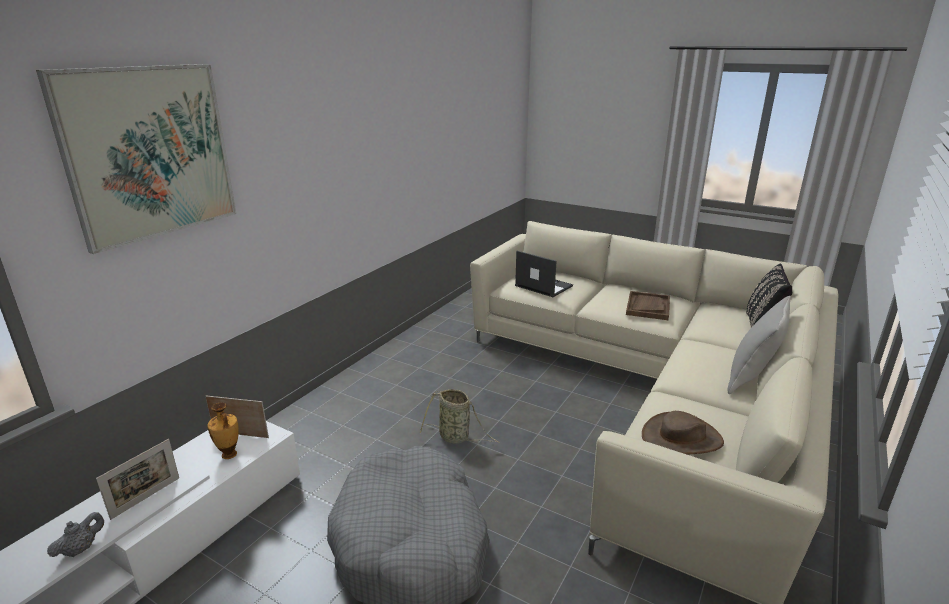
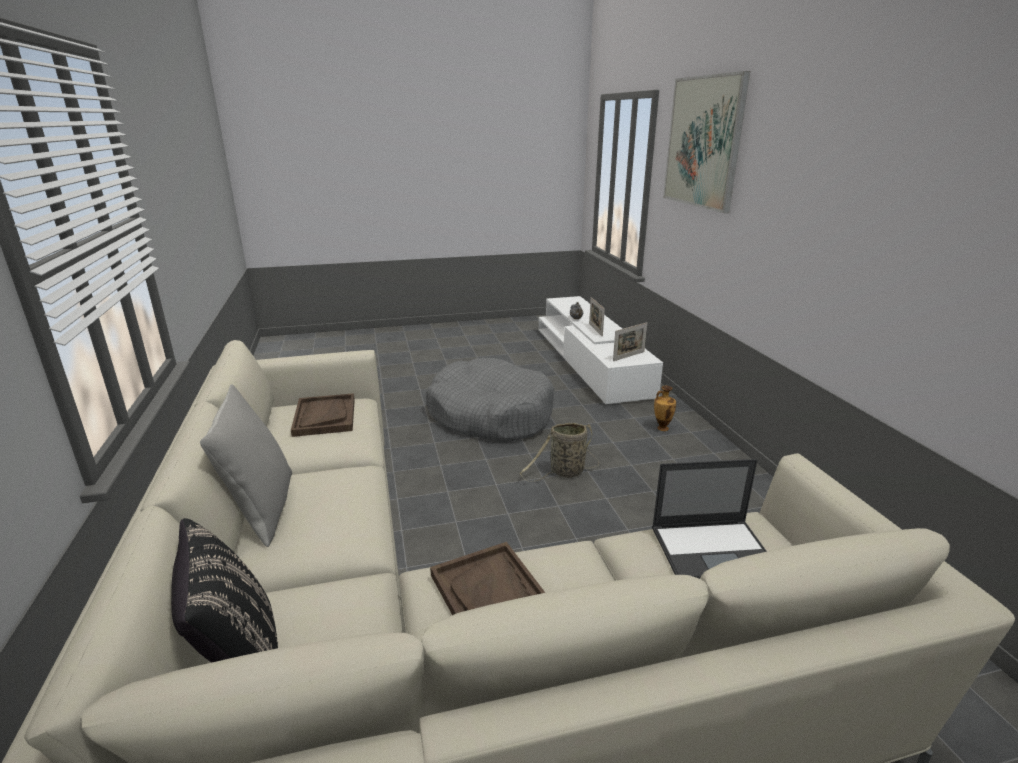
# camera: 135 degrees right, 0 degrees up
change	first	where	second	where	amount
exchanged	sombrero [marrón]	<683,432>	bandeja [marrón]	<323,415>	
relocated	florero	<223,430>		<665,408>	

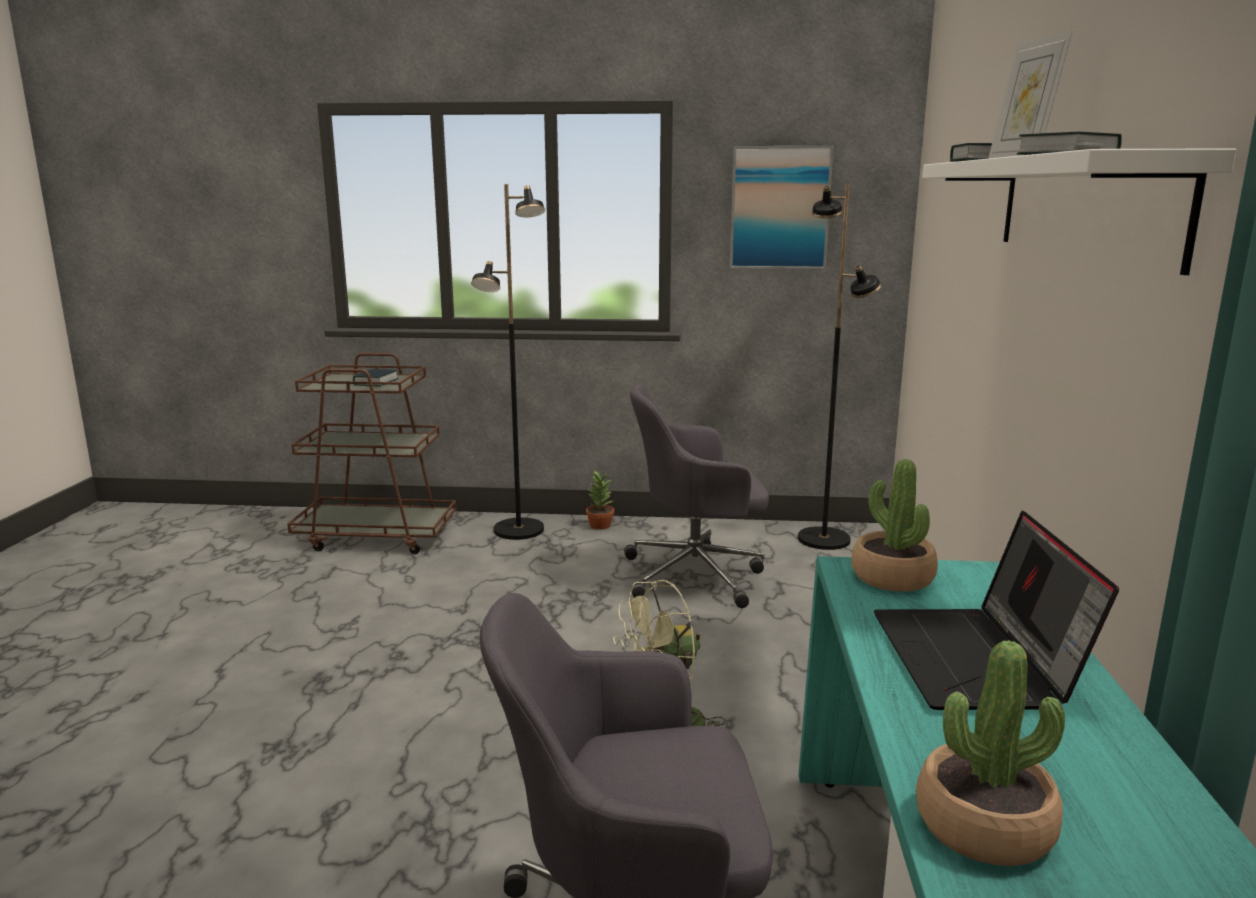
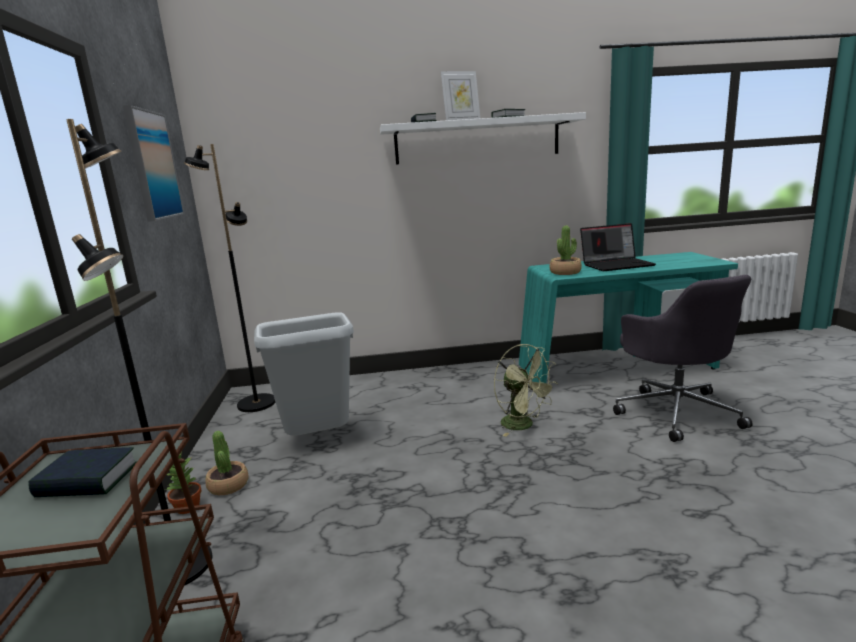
# camera: 100 degrees left, 0 degrees up
change	first	where	second	where	amount
relocated	planta en maceta	<990,753>		<226,463>	
exchanged	silla de oficina [gris]	<696,496>	papelera [gris]	<304,374>	

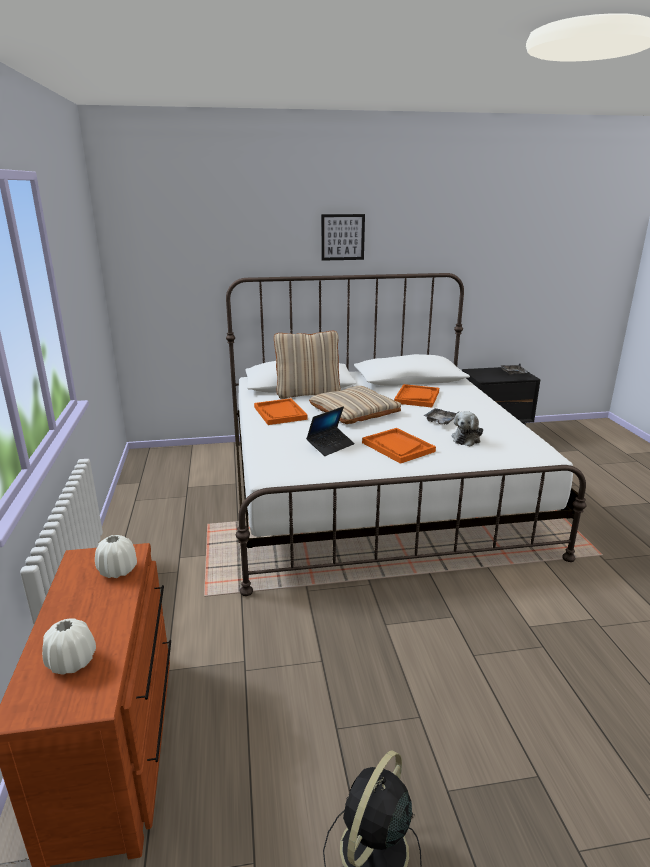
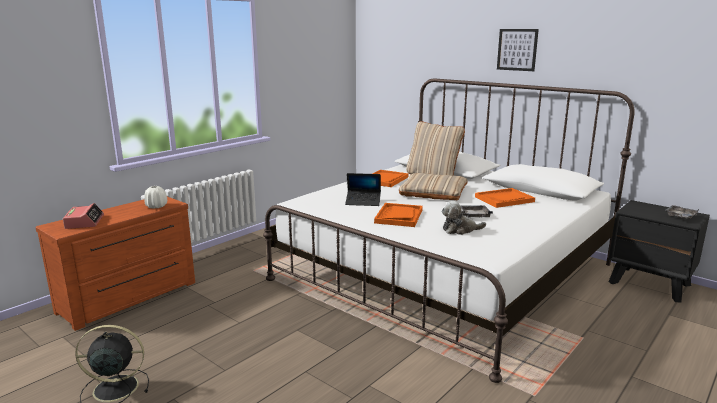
# camera: 50 degrees right, 5 degrees down
change	first	where	second	where	amount
exchanged	florero [blanco]	<69,646>	despertador	<83,216>	

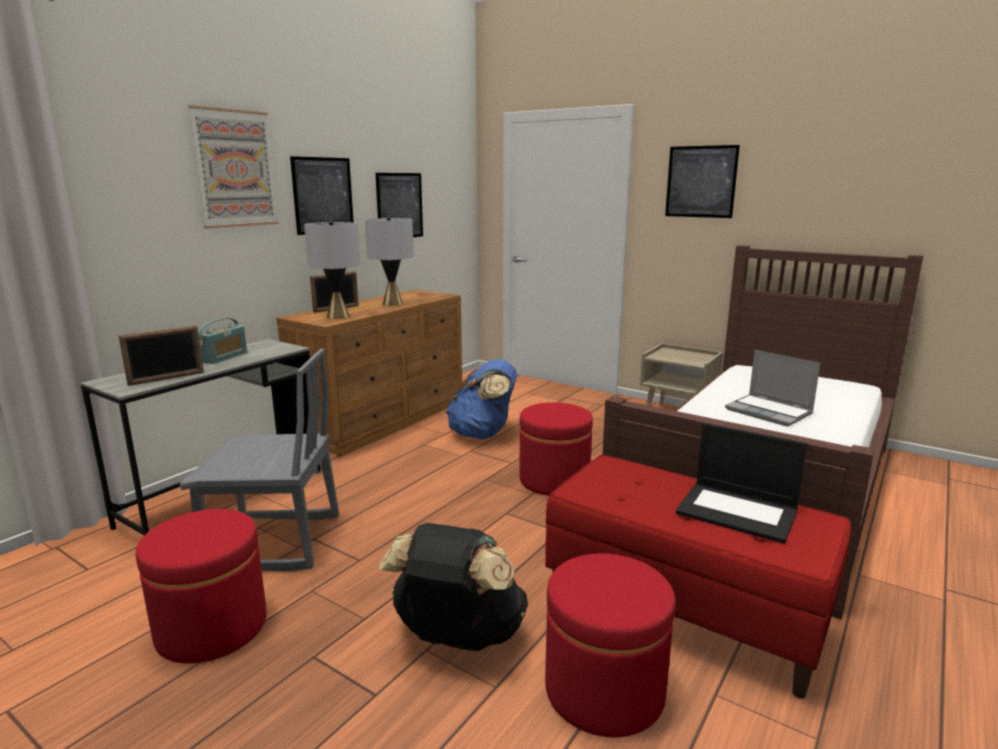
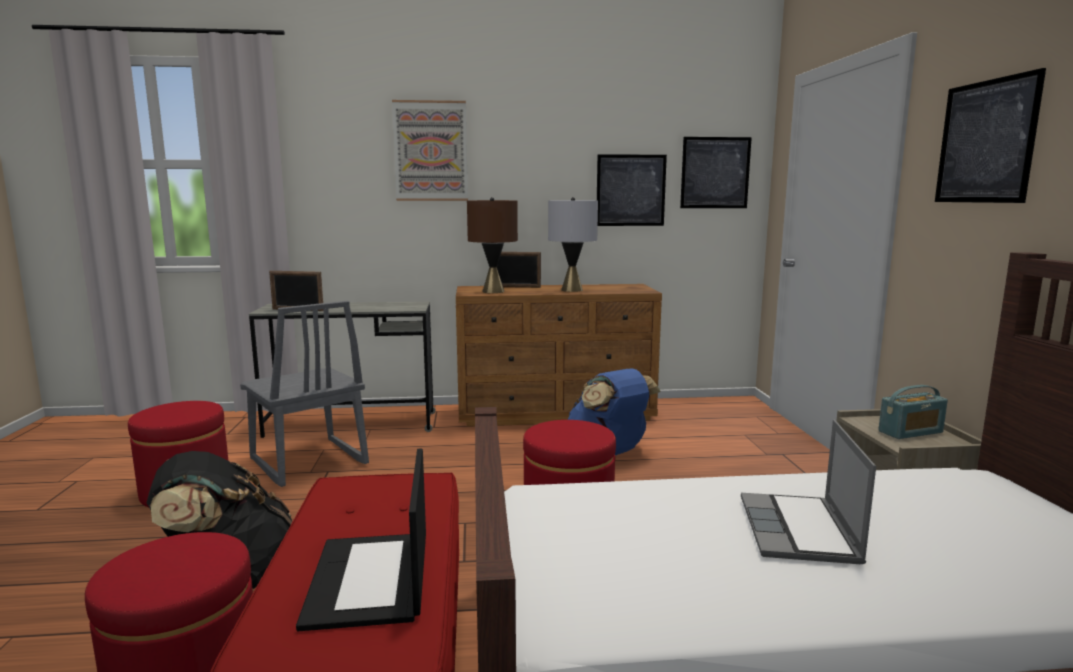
# camera: 50 degrees right, 5 degrees down
change	first	where	second	where	amount
colour	lámpara de mesa [gris]	<332,269>	lámpara de mesa [marrón]	<492,245>	
relocated	cuadro	<322,195>		<716,172>	
relocated	radio	<222,341>		<913,412>	

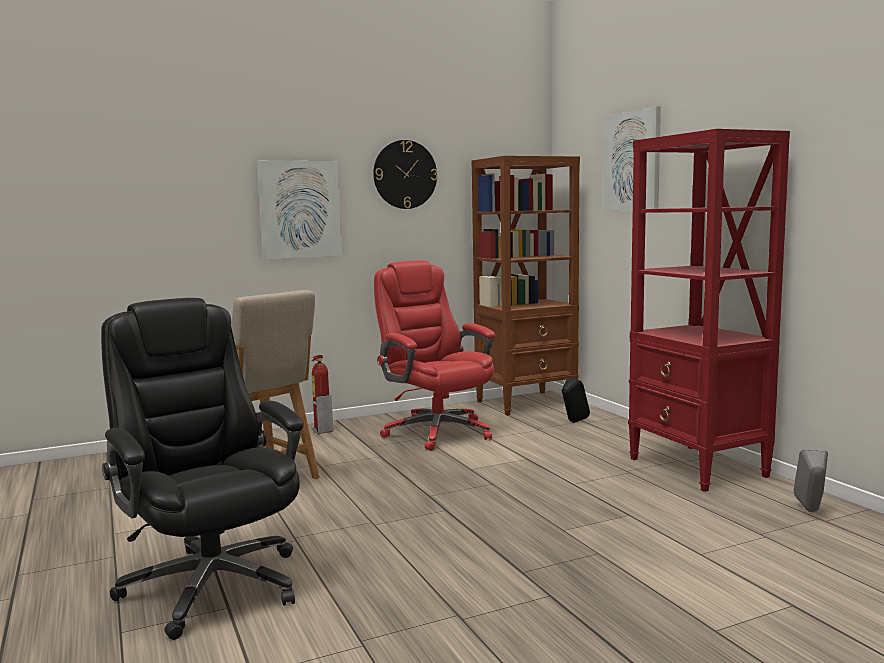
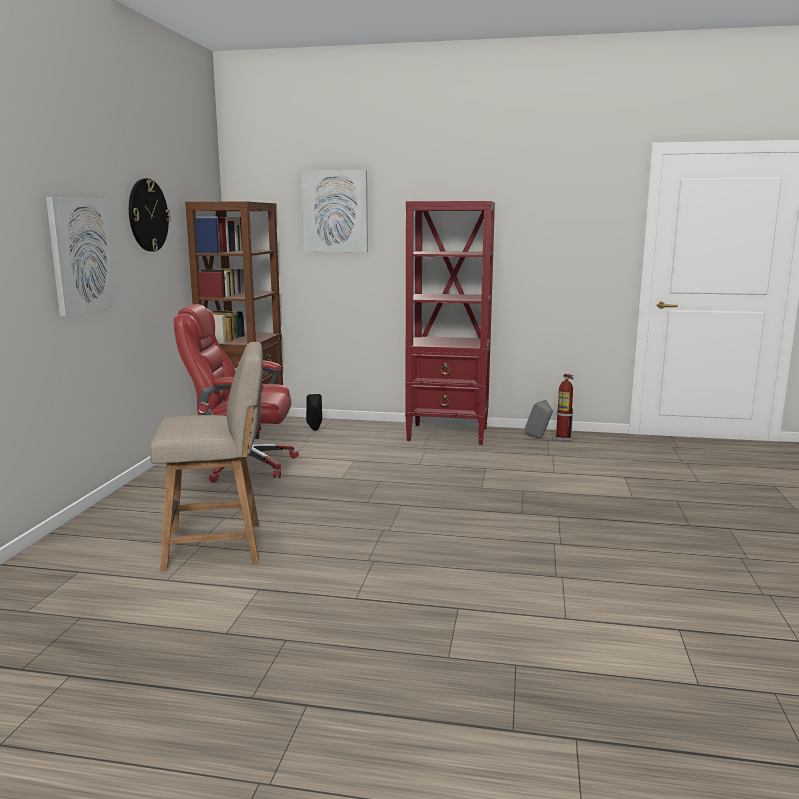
# camera: 55 degrees left, 5 degrees up
change	first	where	second	where	amount
relocated	extintor	<322,394>		<564,407>	
missing	silla de oficina [negro]	<202,469>			

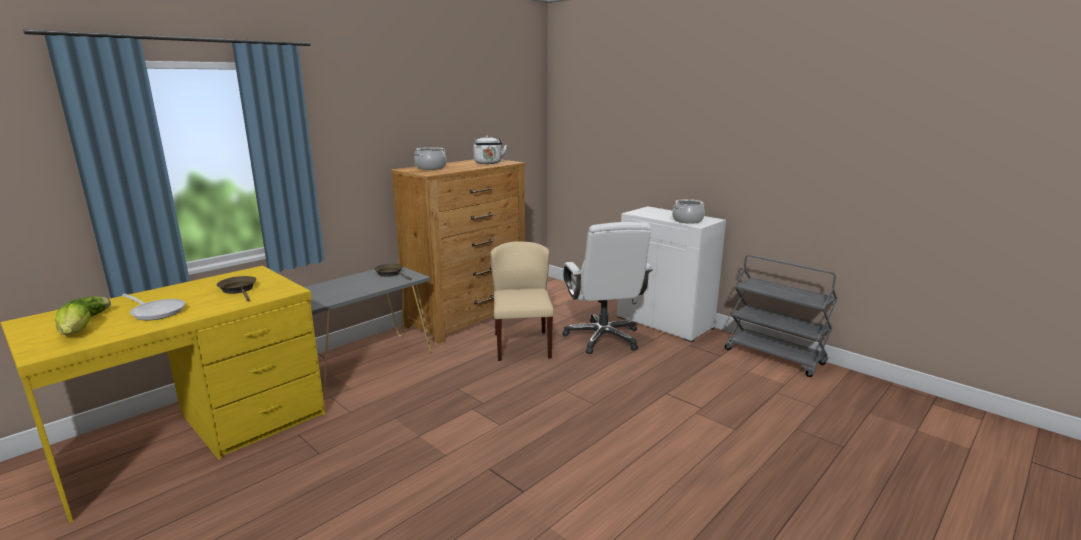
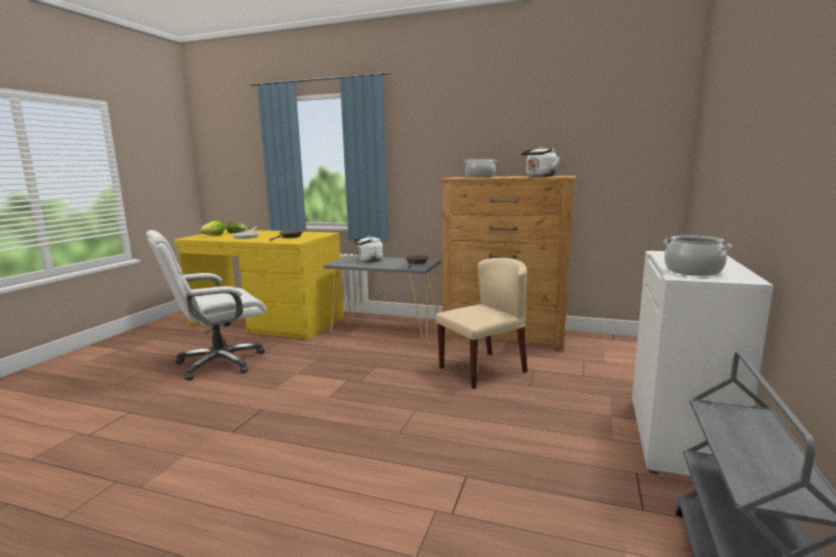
# camera: 65 degrees right, 5 degrees down
change	first	where	second	where	amount
relocated	silla de oficina [blanco]	<607,288>		<206,305>	
appeared			hervidor [blanco]	<368,249>	

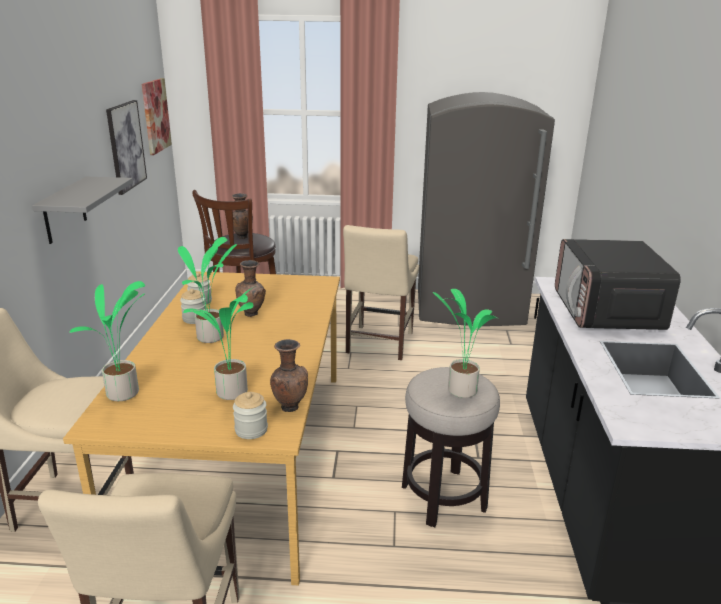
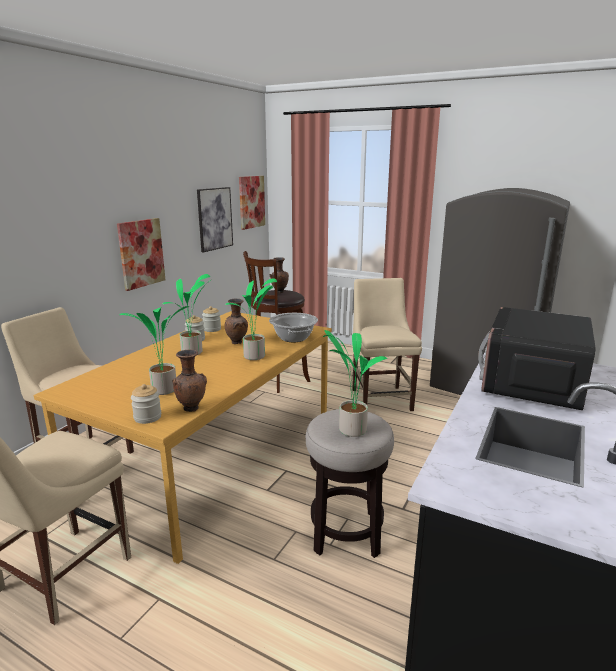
# camera: 25 degrees right, 5 degrees down
change	first	where	second	where	amount
exchanged	estante [gris]	<82,210>	cuadro	<141,254>	
relocated	planta en maceta	<107,341>		<251,319>	
appeared			olla	<293,327>	
spun	silla [beis]	<381,292>		<387,344>	135 degrees clockwise

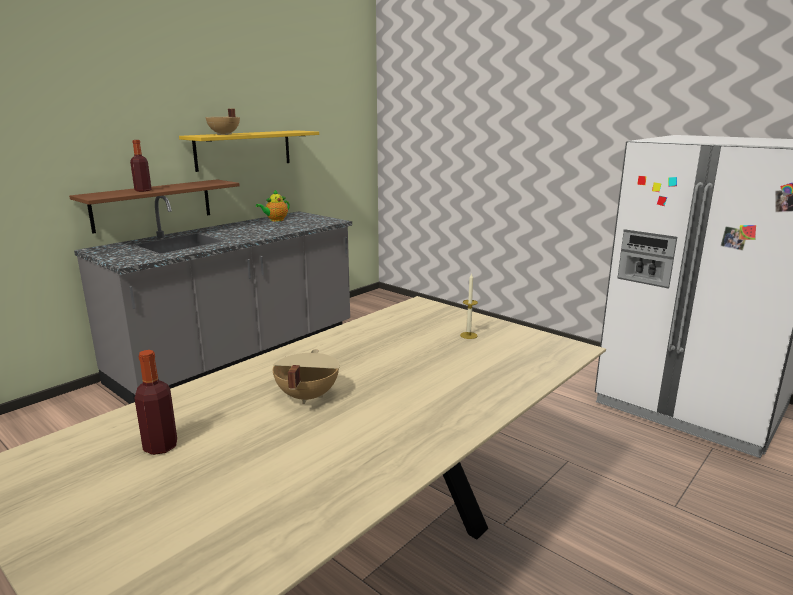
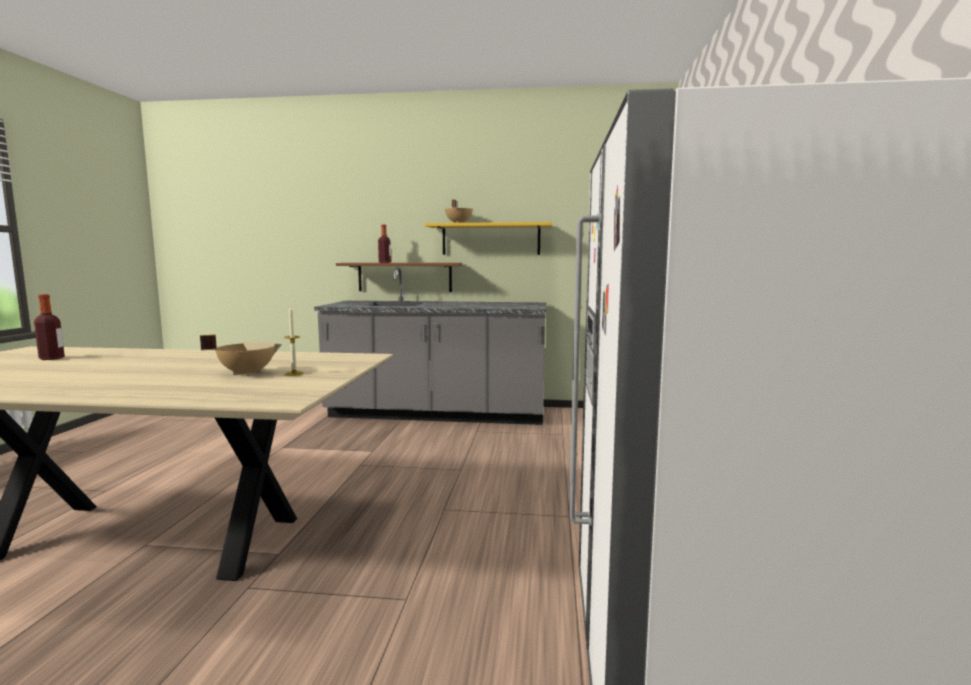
# camera: 55 degrees right, 10 degrees down
change	first	where	second	where	amount
relocated	olla [beis]	<306,376>		<241,355>	
missing	tetera	<273,205>			

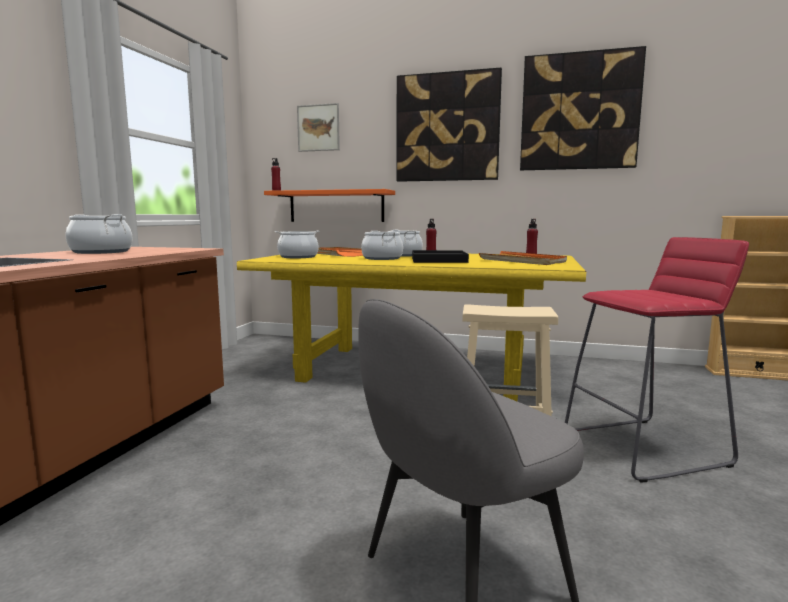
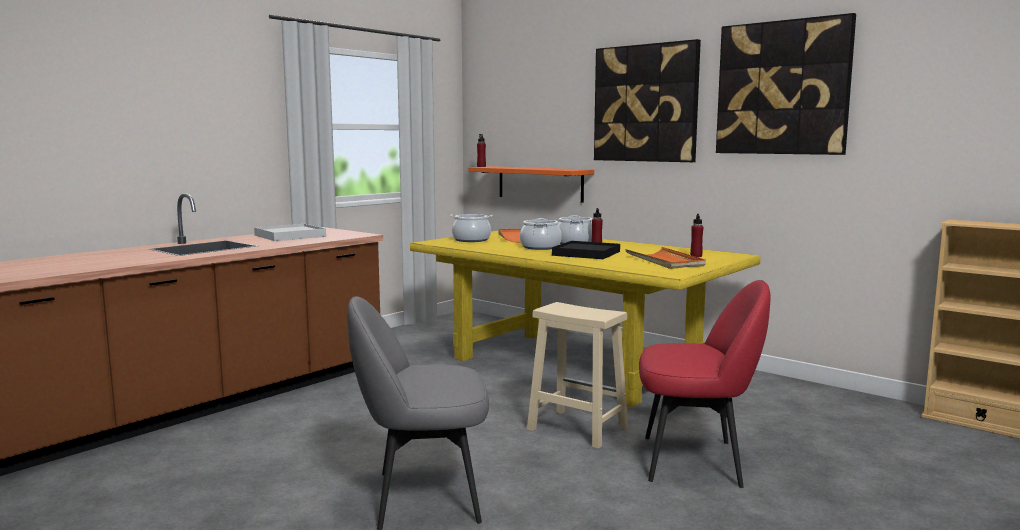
# camera: 25 degrees right, 0 degrees up
change	first	where	second	where	amount
exchanged	olla	<99,234>	bandeja [blanco]	<290,232>	
exchanged	taburete [rojo]	<657,359>	silla [rojo]	<704,384>	
missing	cuadro	<318,127>			

